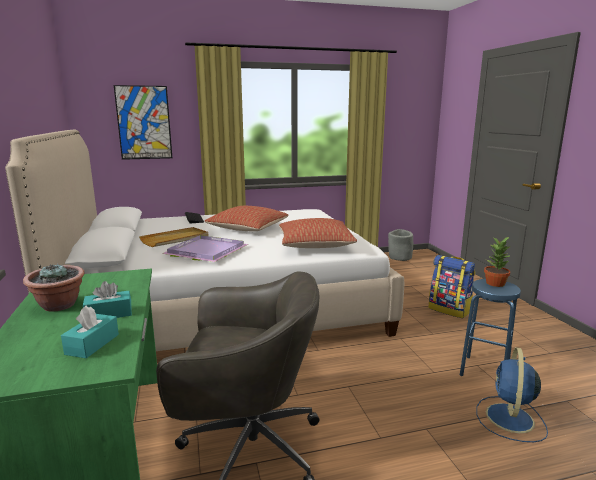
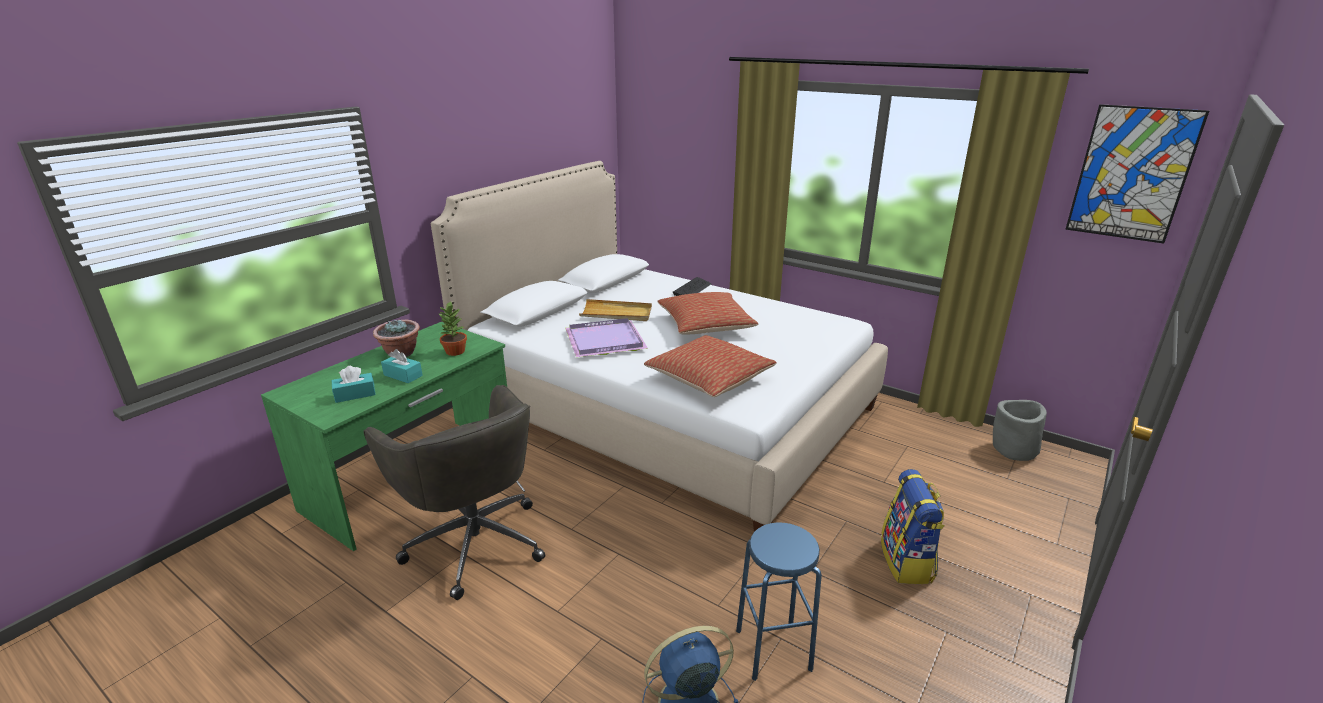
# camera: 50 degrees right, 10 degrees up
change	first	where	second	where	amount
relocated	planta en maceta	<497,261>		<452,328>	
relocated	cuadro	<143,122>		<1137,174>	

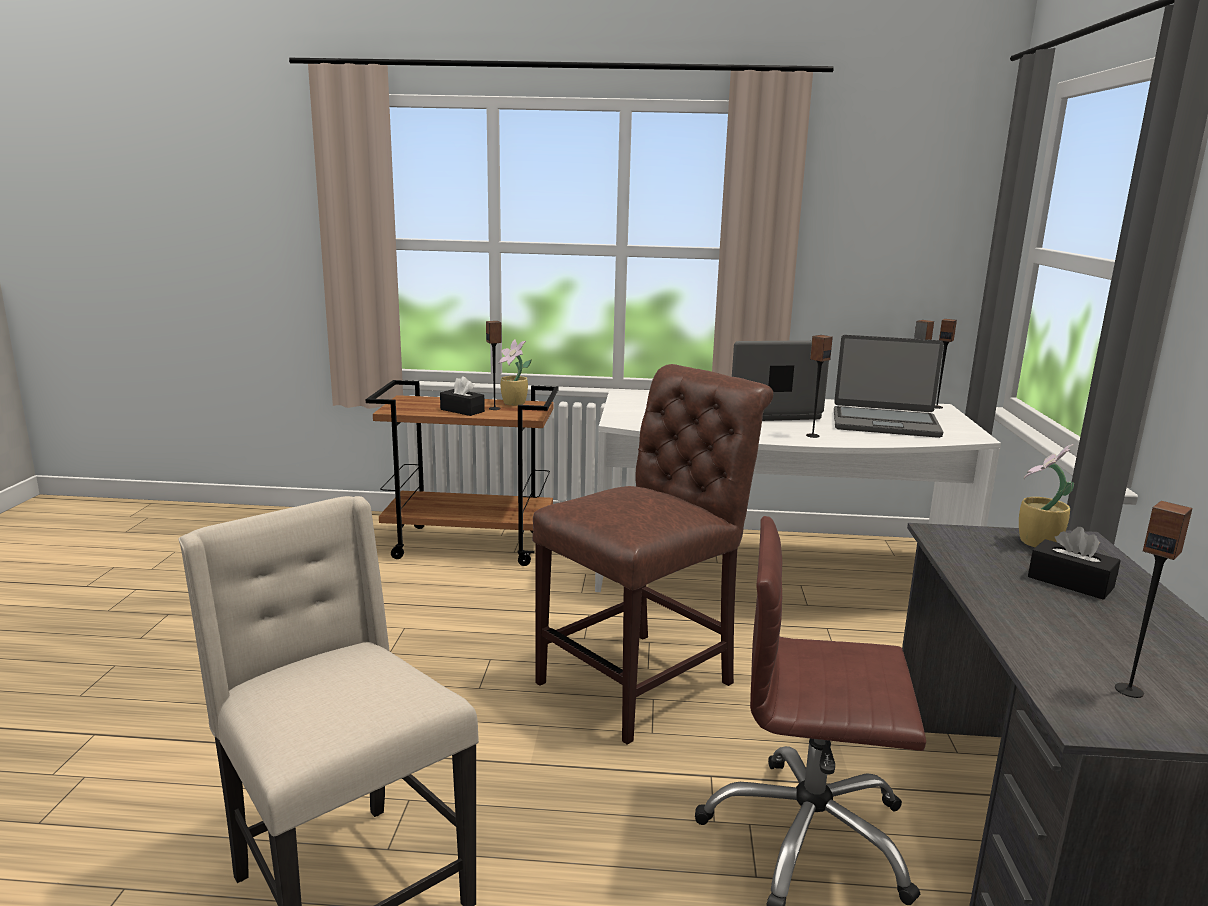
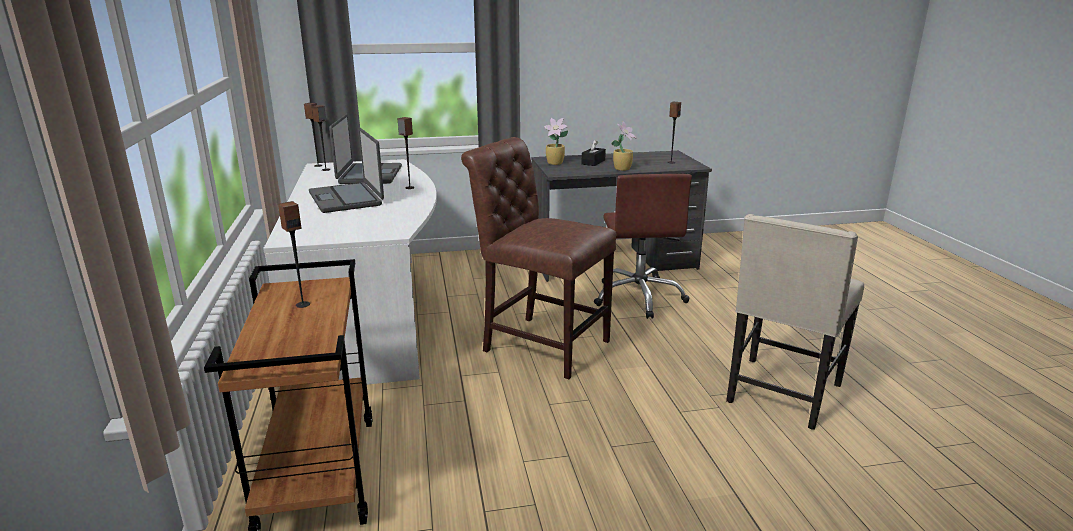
# camera: 105 degrees left, 5 degrees up
change	first	where	second	where	amount
relocated	planta en maceta	<515,372>		<623,146>	
missing	caja de pañuelos [negro]	<462,396>			

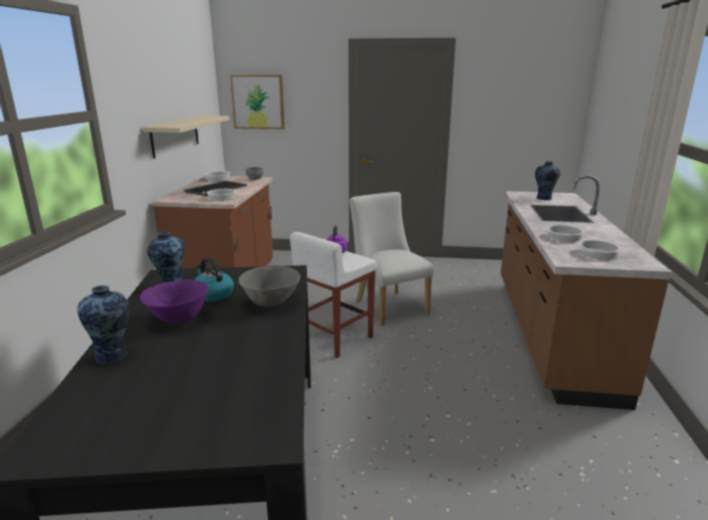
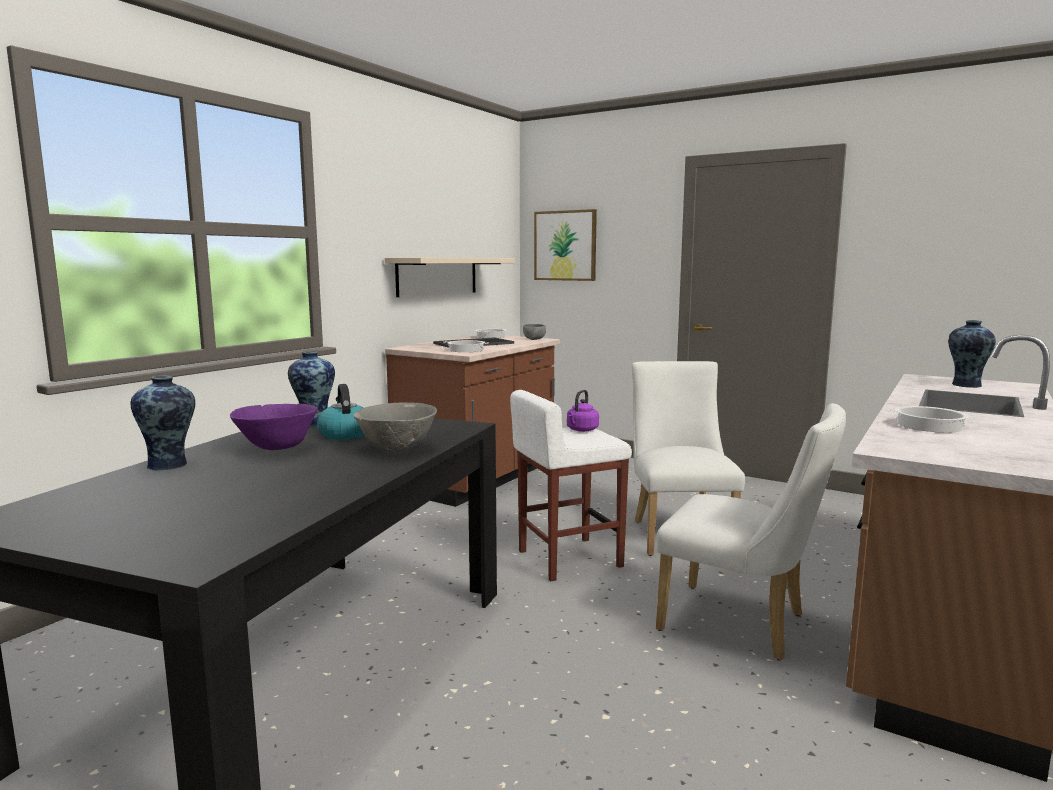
# camera: 25 degrees right, 10 degrees down
change	first	where	second	where	amount
appeared			silla [blanco]	<751,532>	
missing	olla	<599,250>			

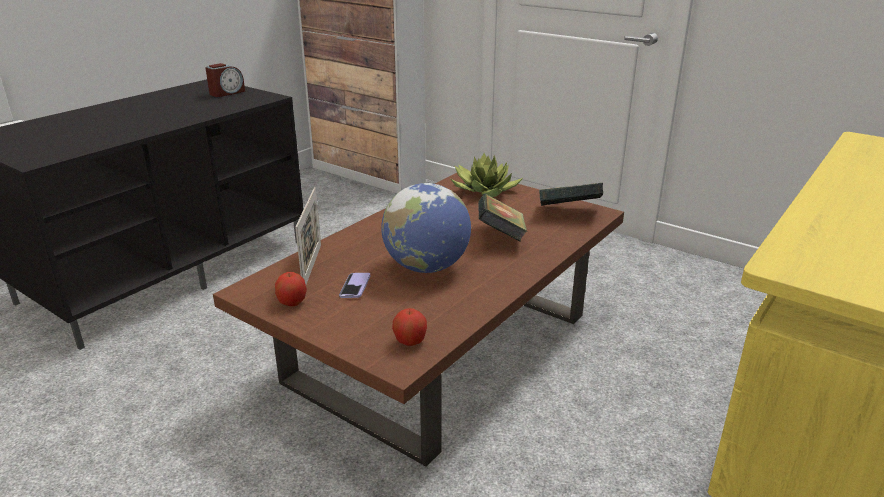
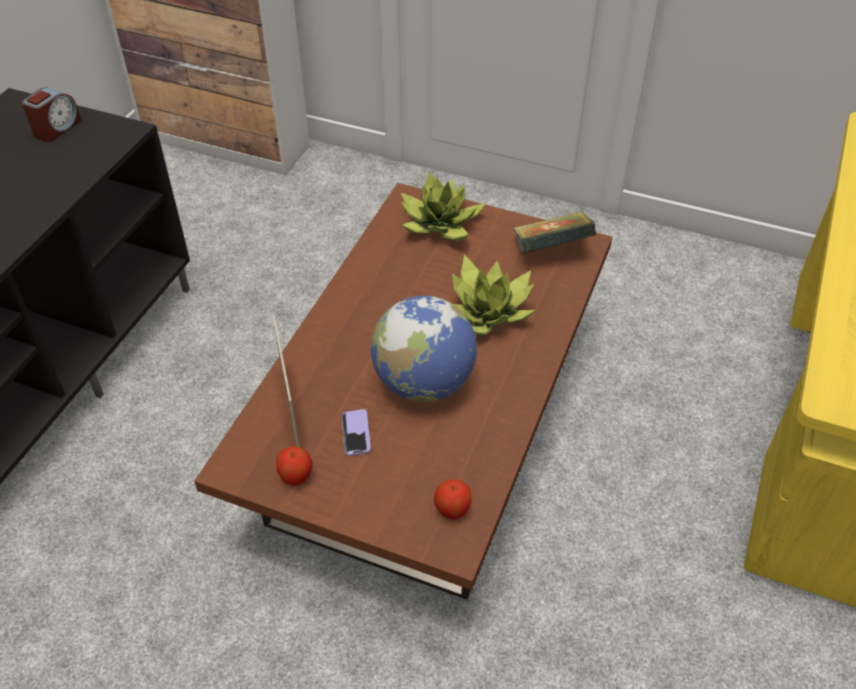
# camera: 15 degrees left, 20 degrees up
change	first	where	second	where	amount
exchanged	libro	<502,218>	planta en maceta	<493,294>	

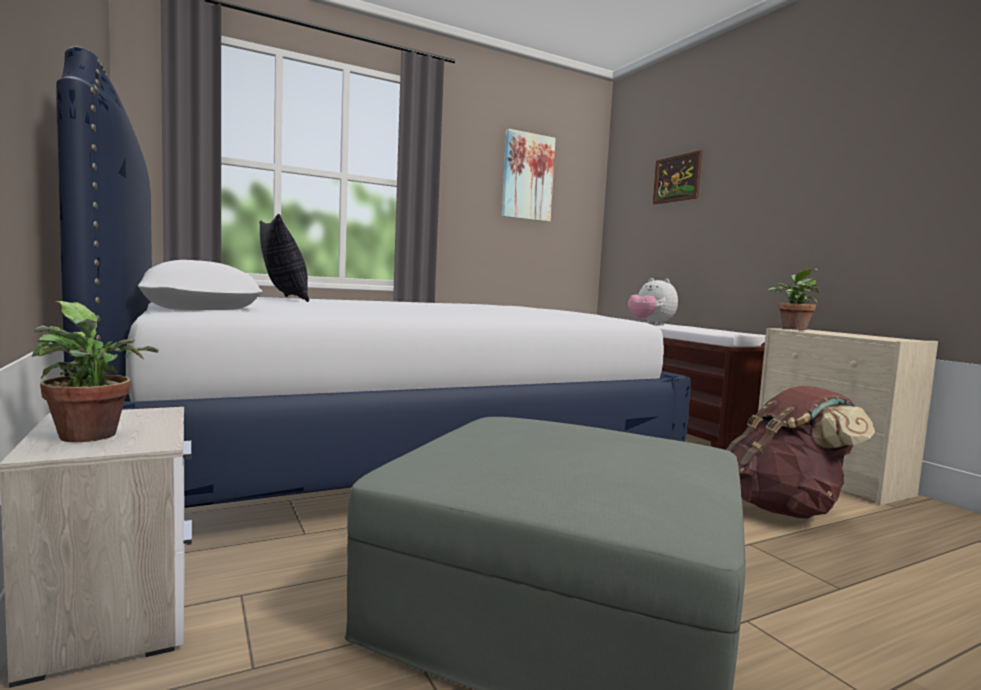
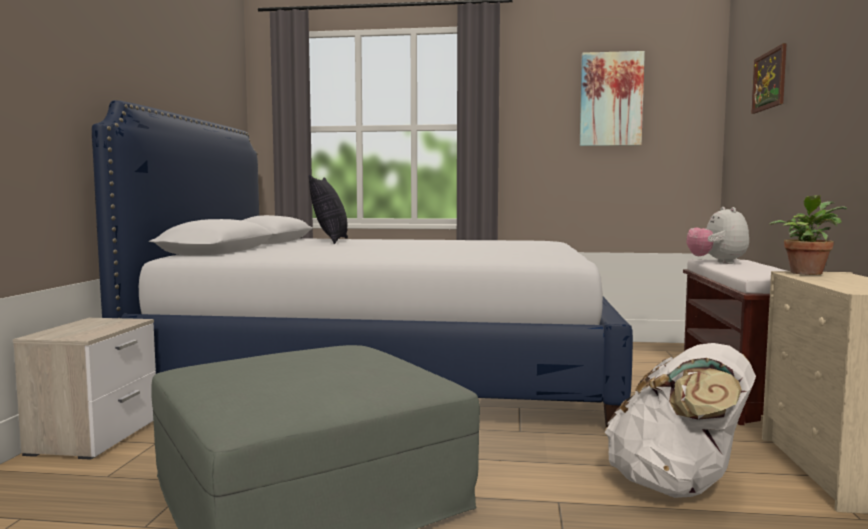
# camera: 35 degrees right, 0 degrees up
change	first	where	second	where	amount
colour	mochila [marrón]	<800,452>	mochila [blanco]	<680,420>	
missing	planta en maceta	<95,371>			

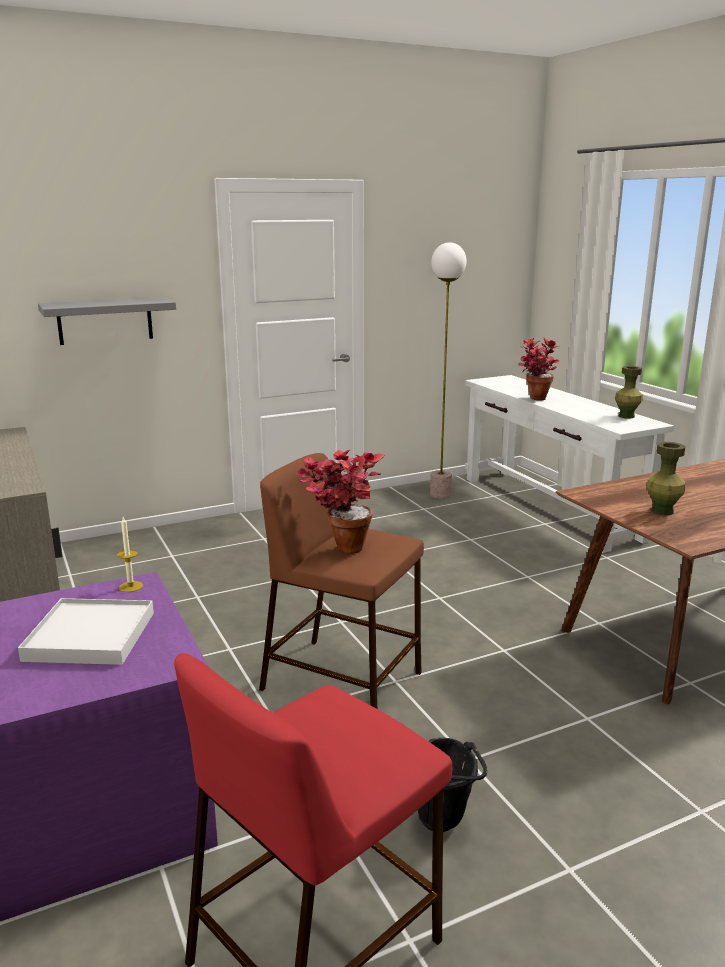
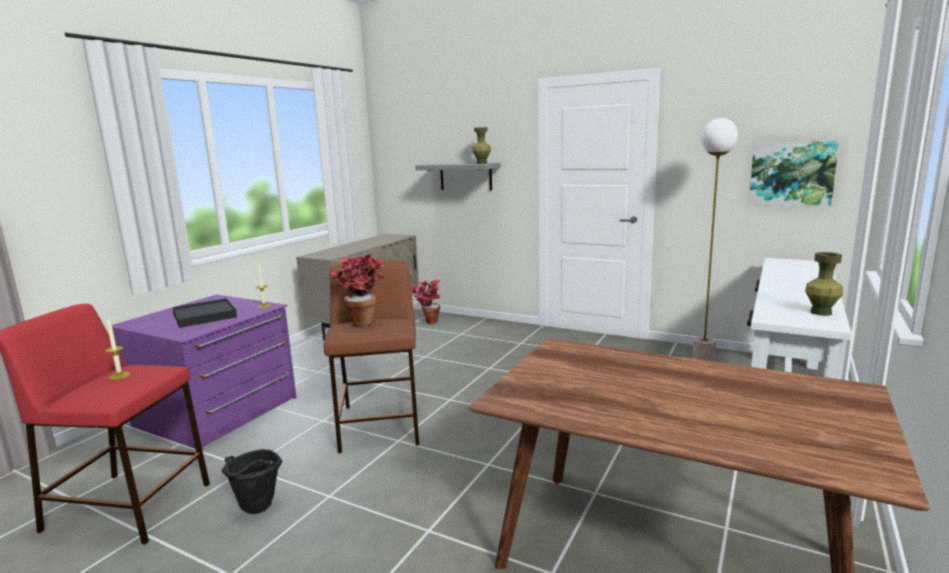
# camera: 55 degrees right, 5 degrees down
change	first	where	second	where	amount
appeared			vela	<118,349>	
colour	bandeja [blanco]	<86,631>	bandeja [negro]	<204,313>	
relocated	planta en maceta	<539,369>		<426,302>	
relocated	florero [verde]	<666,479>		<481,145>	
appeared			cuadro	<794,174>	

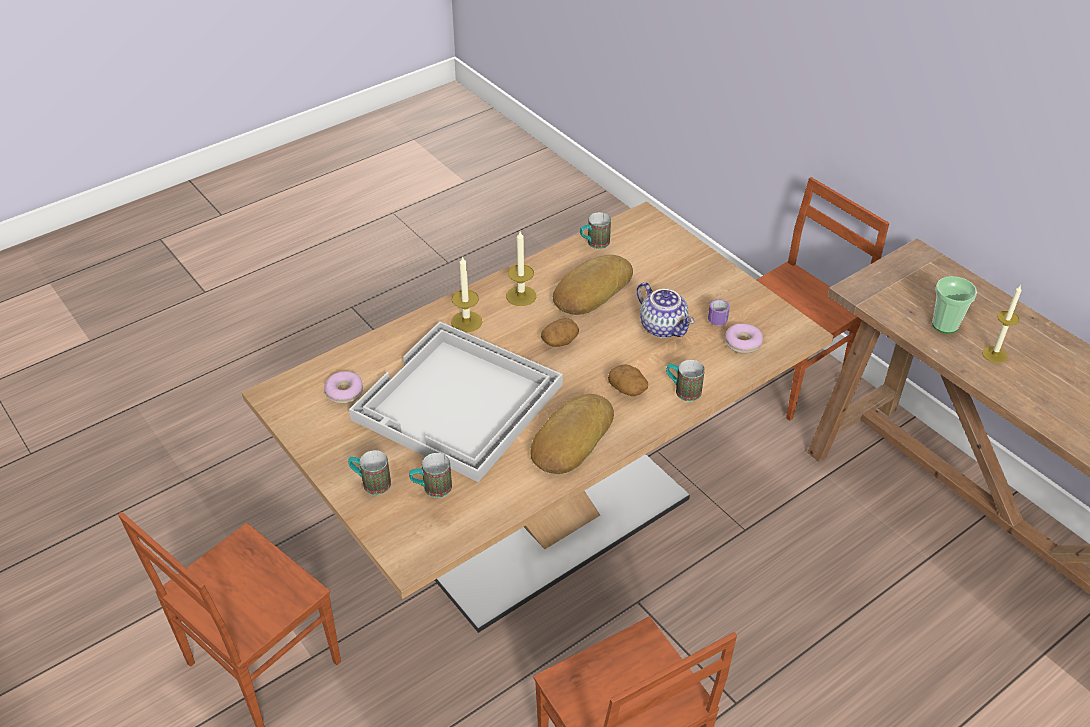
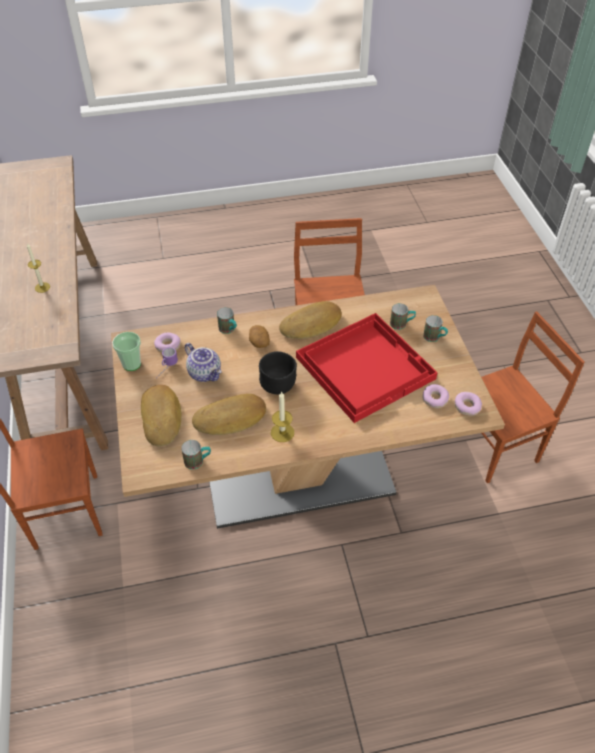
# camera: 155 degrees left, 5 degrees up
change	first	where	second	where	amount
relocated	taza	<954,305>		<126,351>	
appeared			pan	<161,415>	
spun	tetera	<665,310>		<203,362>	150 degrees clockwise
exchanged	patata	<560,332>	cuenco [negro]	<278,372>	
colour	bandeja [blanco]	<456,401>	bandeja [rojo]	<367,368>	
appeared			rosquilla	<468,404>	
missing	vela	<466,293>			

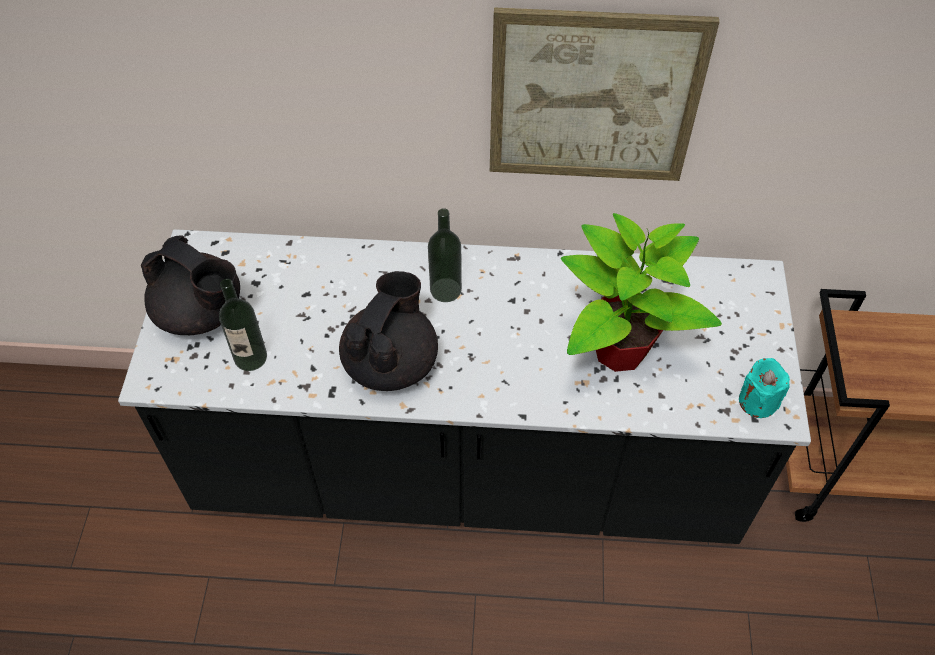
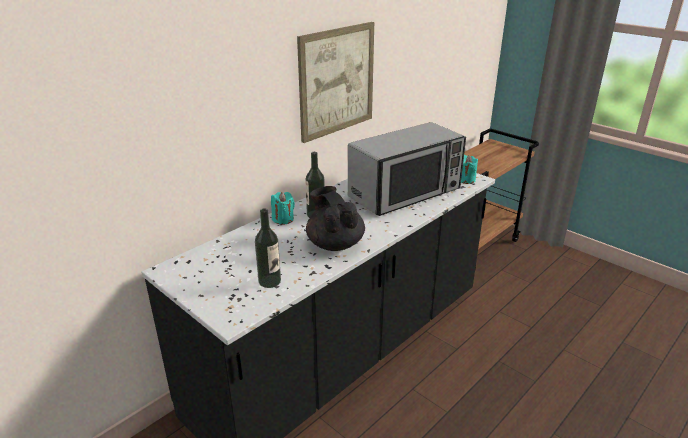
# camera: 50 degrees left, 25 degrees down
change	first	where	second	where	amount
appeared			vela [turquesa]	<283,208>	
exchanged	planta en maceta	<641,292>	microondas	<407,169>	
missing	tetera [negro]	<190,285>			

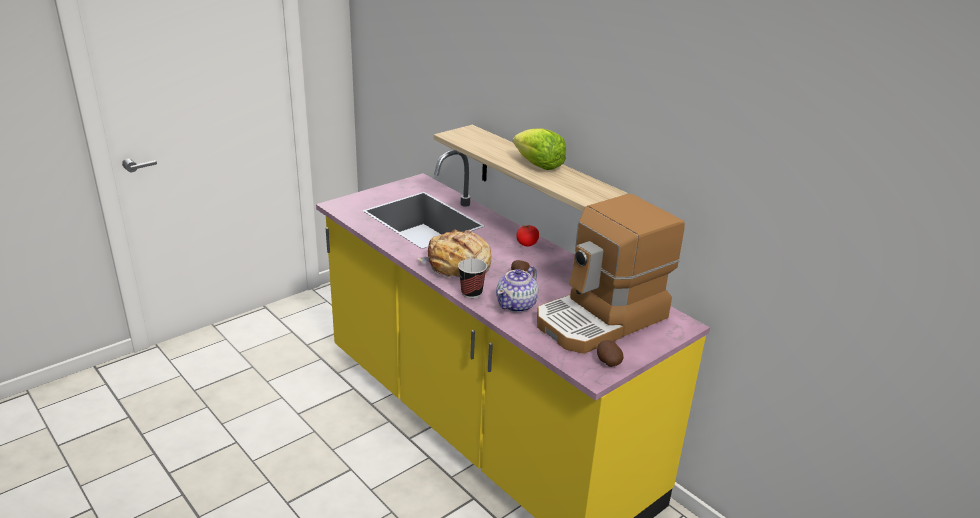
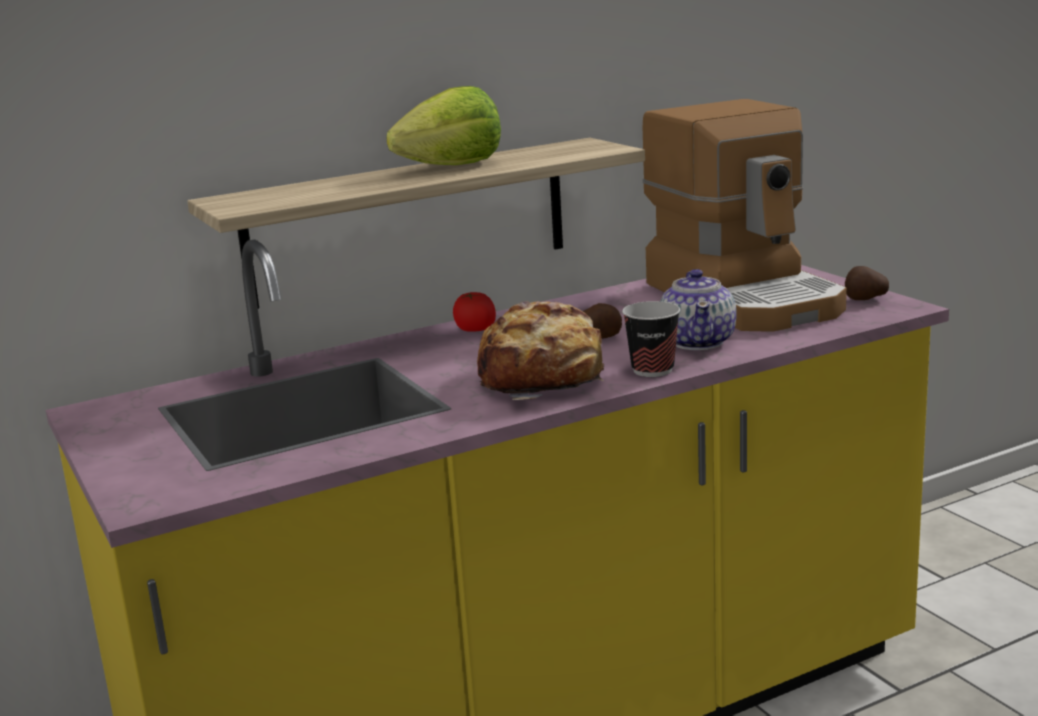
# camera: 75 degrees left, 10 degrees down
change	first	where	second	where	amount
spun	tetera	<517,289>		<698,309>	45 degrees clockwise

